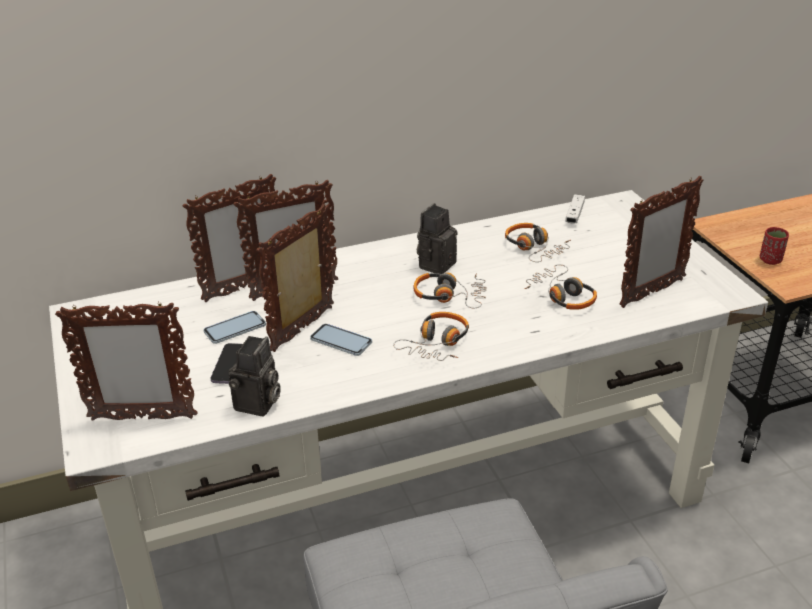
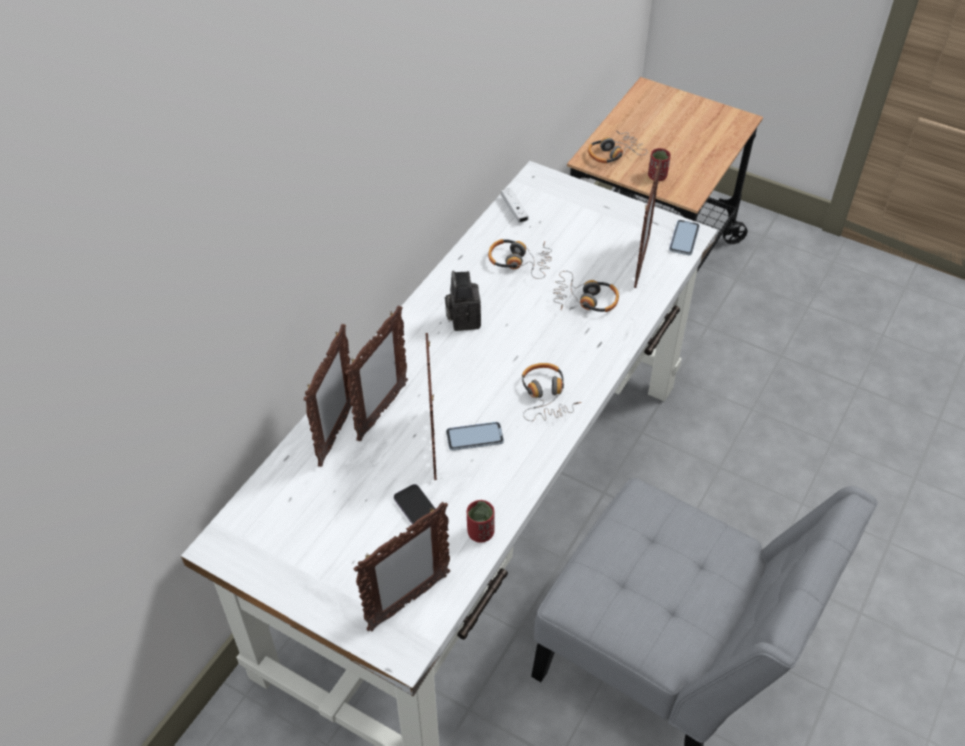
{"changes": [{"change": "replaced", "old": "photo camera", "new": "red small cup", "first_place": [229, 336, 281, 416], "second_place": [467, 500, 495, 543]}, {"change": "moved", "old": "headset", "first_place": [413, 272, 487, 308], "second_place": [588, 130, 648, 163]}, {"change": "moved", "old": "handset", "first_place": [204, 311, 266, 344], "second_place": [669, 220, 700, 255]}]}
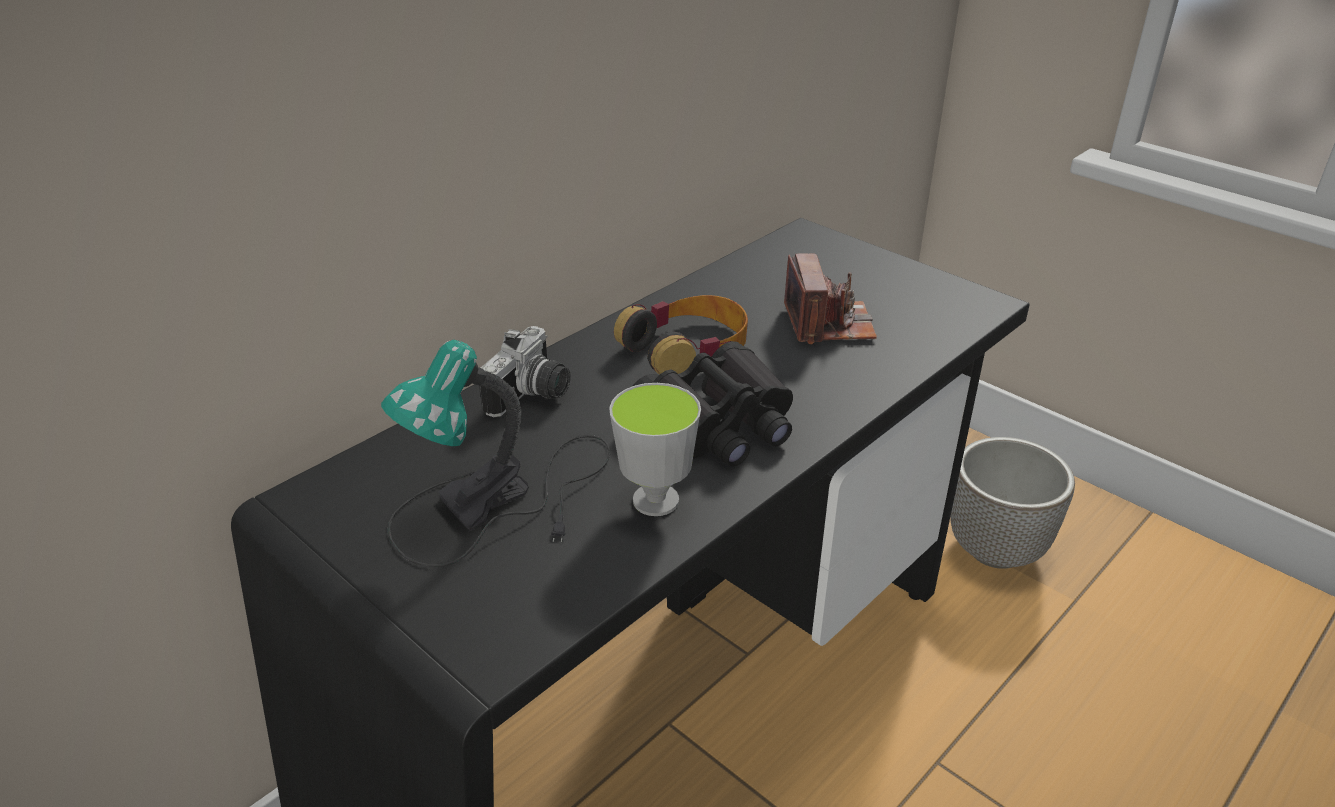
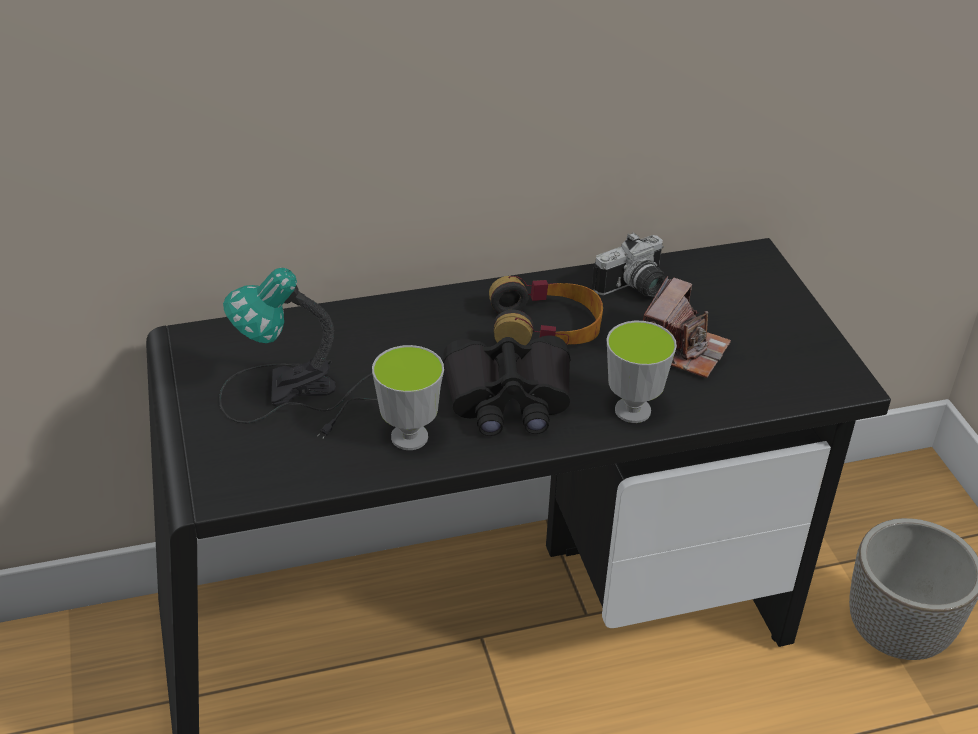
{"changes": [{"change": "moved", "old": "photo camera", "first_place": [479, 326, 571, 417], "second_place": [592, 232, 666, 297]}, {"change": "added", "new": "small cup", "second_place": [607, 321, 677, 423]}]}
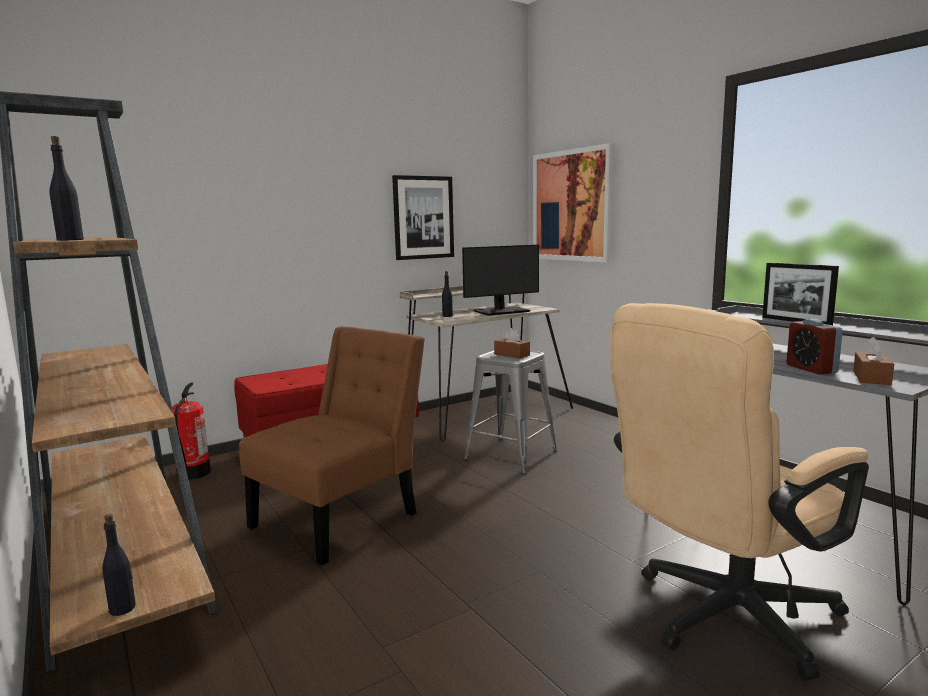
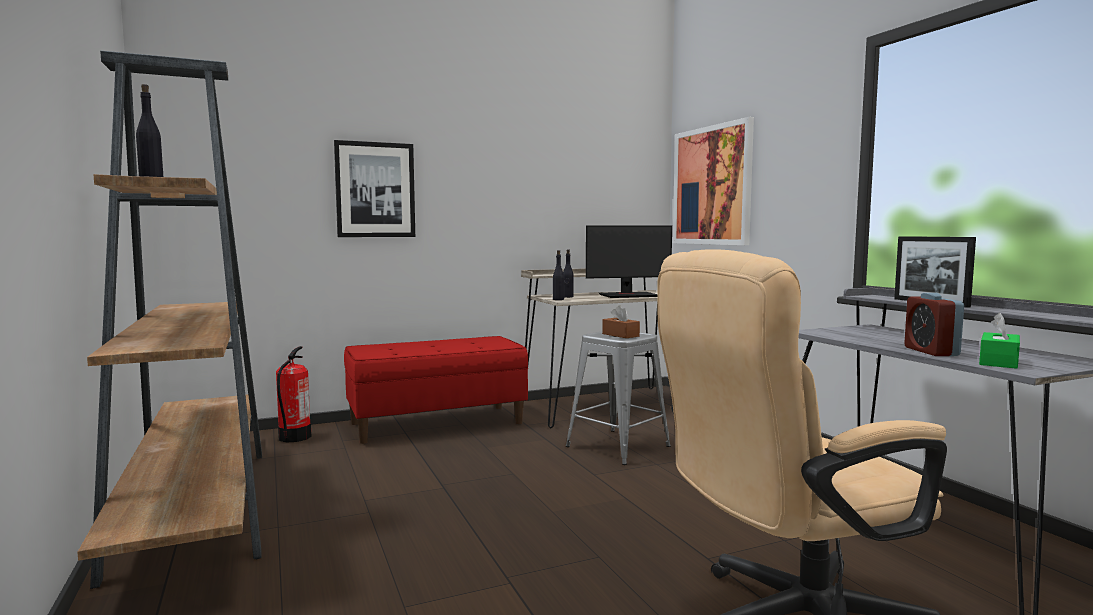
{"changes": [{"change": "moved", "old": "wall art", "first_place": [392, 175, 454, 260], "second_place": [334, 140, 415, 237]}, {"change": "moved", "old": "black-coloured beverage bottle", "first_place": [102, 514, 136, 616], "second_place": [553, 250, 565, 300]}, {"change": "recoloured", "old": "brown-coloured box of tissues", "new": "green-coloured box of tissues", "first_place": [853, 337, 894, 385], "second_place": [979, 313, 1020, 369]}, {"change": "removed", "old": "brown-coloured plain chair", "first_place": [239, 326, 425, 565]}]}
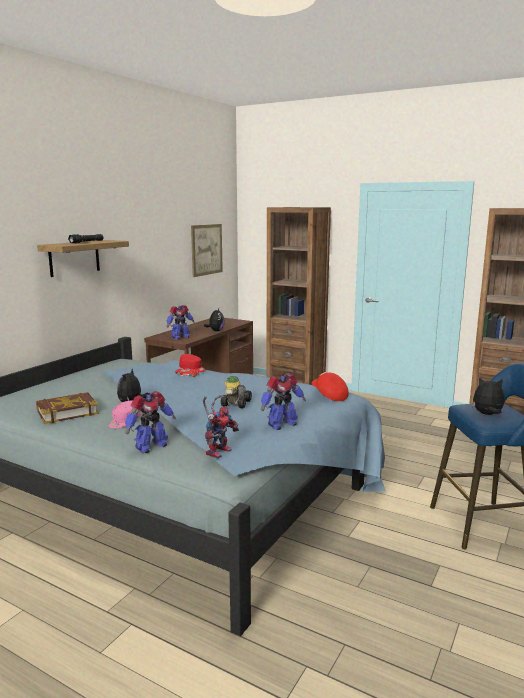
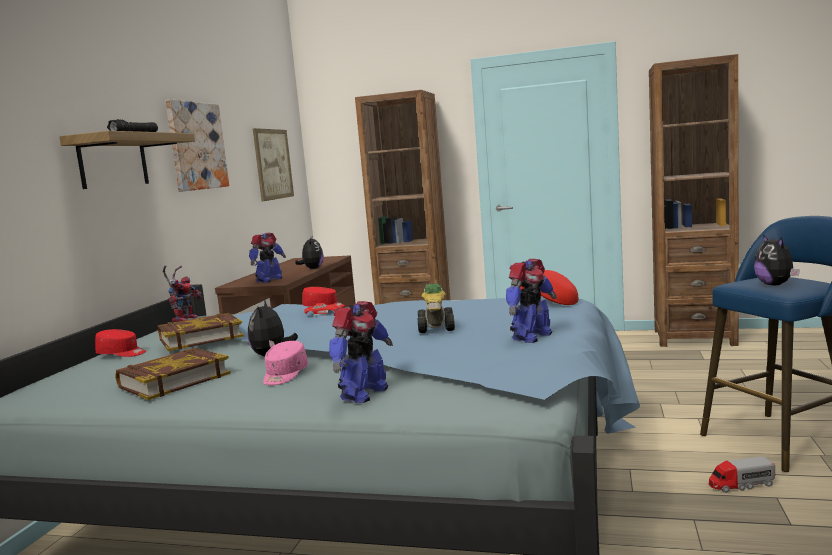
{"changes": [{"change": "added", "new": "red baseball cap", "second_place": [95, 329, 146, 357]}, {"change": "added", "new": "book", "second_place": [158, 313, 244, 351]}, {"change": "moved", "old": "toy robot", "first_place": [203, 395, 239, 459], "second_place": [163, 265, 203, 322]}, {"change": "added", "new": "wall art", "second_place": [165, 99, 229, 192]}, {"change": "added", "new": "toy lorry", "second_place": [709, 456, 775, 493]}, {"change": "turned", "old": "soft toy", "first_place": [472, 377, 504, 415], "second_place": [754, 234, 799, 285], "degrees": -90}]}
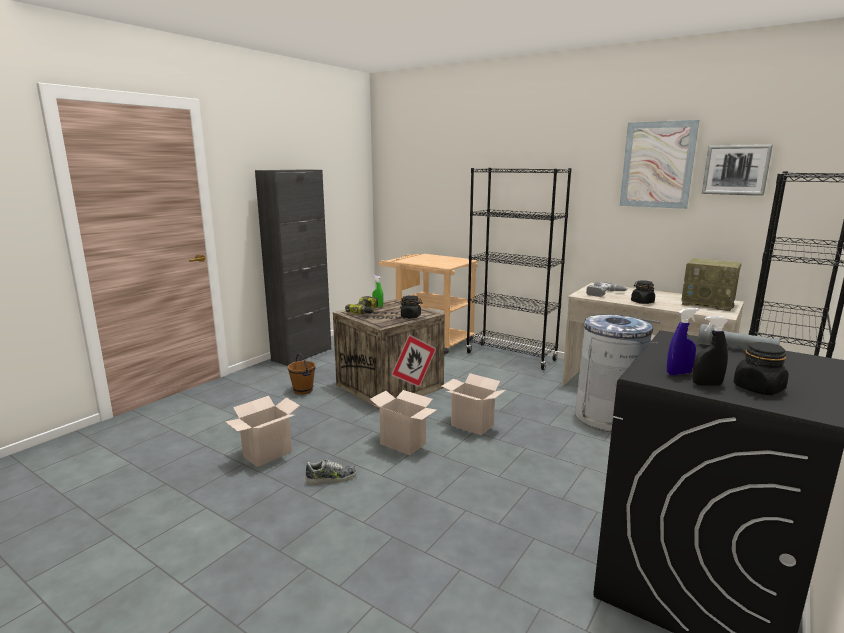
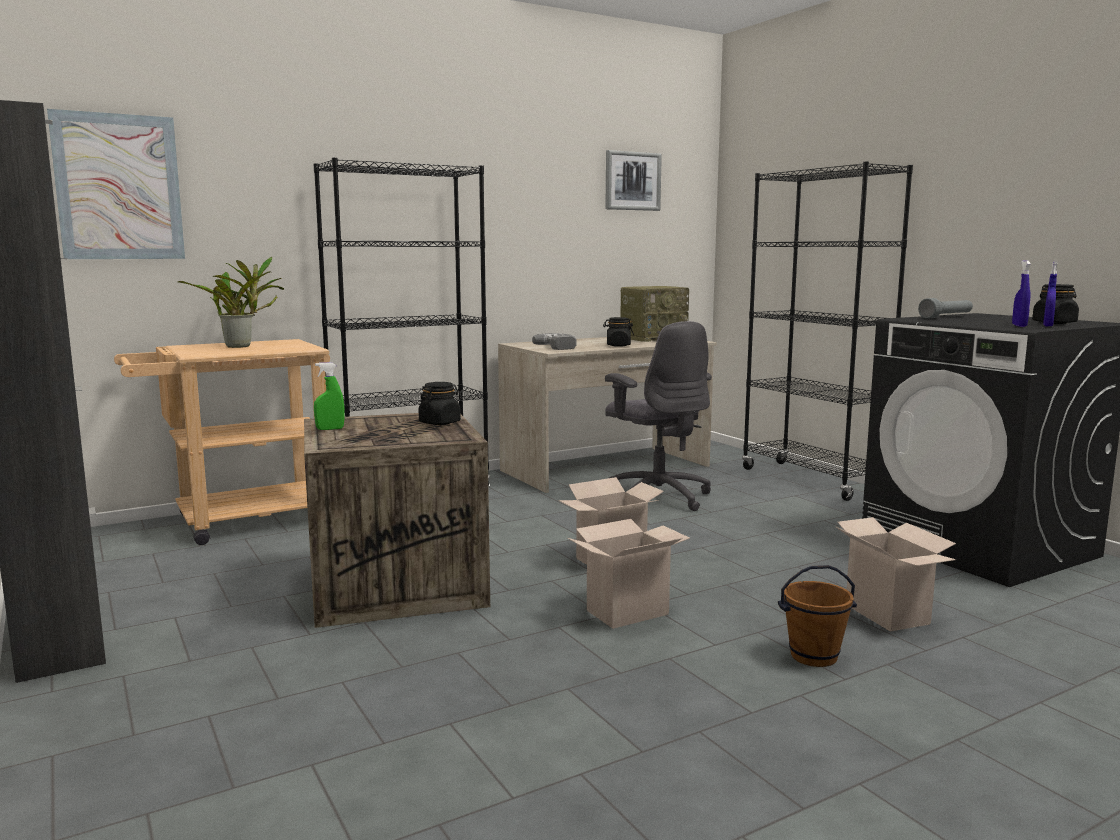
{"changes": [{"change": "moved", "old": "wall art", "first_place": [620, 120, 699, 209], "second_place": [47, 109, 185, 259]}, {"change": "added", "new": "potted plant", "second_place": [177, 257, 284, 348]}, {"change": "replaced", "old": "greyish rubbish bin", "new": "greyish computer chair", "first_place": [575, 315, 653, 432], "second_place": [605, 321, 712, 511]}, {"change": "moved", "old": "brown-coloured bucket", "first_place": [288, 353, 316, 395], "second_place": [778, 565, 857, 667]}, {"change": "moved", "old": "cardboard box", "first_place": [225, 396, 300, 467], "second_place": [835, 517, 956, 632]}, {"change": "recoloured", "old": "black-coloured spray bottle", "new": "blue-coloured spray bottle", "first_place": [693, 316, 729, 386], "second_place": [1043, 260, 1058, 326]}, {"change": "removed", "old": "low shoe", "first_place": [305, 459, 357, 485]}, {"change": "removed", "old": "drill", "first_place": [345, 296, 378, 314]}]}
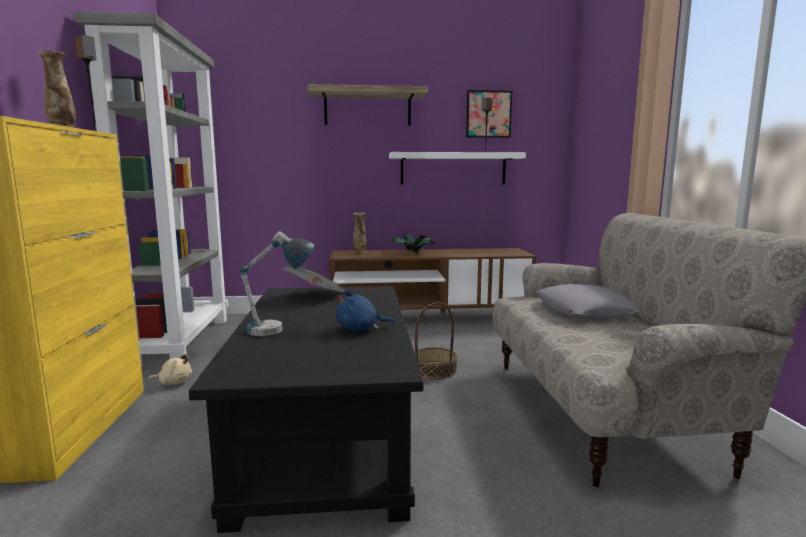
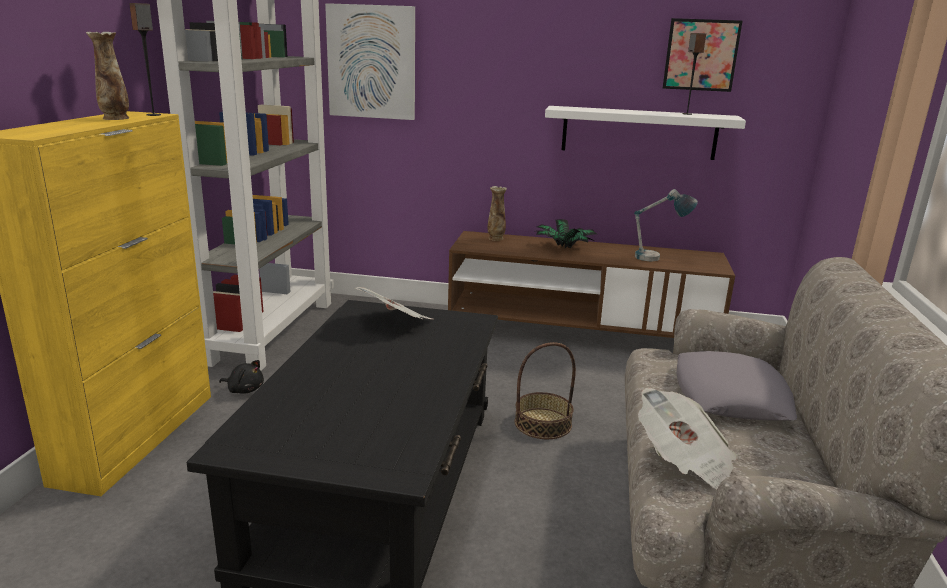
{"changes": [{"change": "recoloured", "old": "sand-coloured soft toy", "new": "black-coloured soft toy", "first_place": [148, 353, 192, 385], "second_place": [219, 360, 264, 394]}, {"change": "added", "new": "wall art", "second_place": [325, 3, 415, 120]}, {"change": "moved", "old": "tabletop lamp", "first_place": [239, 231, 314, 336], "second_place": [634, 189, 698, 261]}, {"change": "added", "new": "newspaper", "second_place": [638, 387, 737, 490]}, {"change": "removed", "old": "shelf", "first_place": [308, 84, 428, 126]}, {"change": "removed", "old": "blue-coloured soft toy", "first_place": [336, 290, 395, 331]}]}
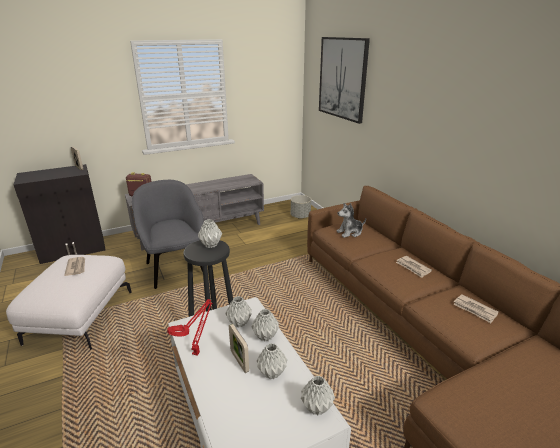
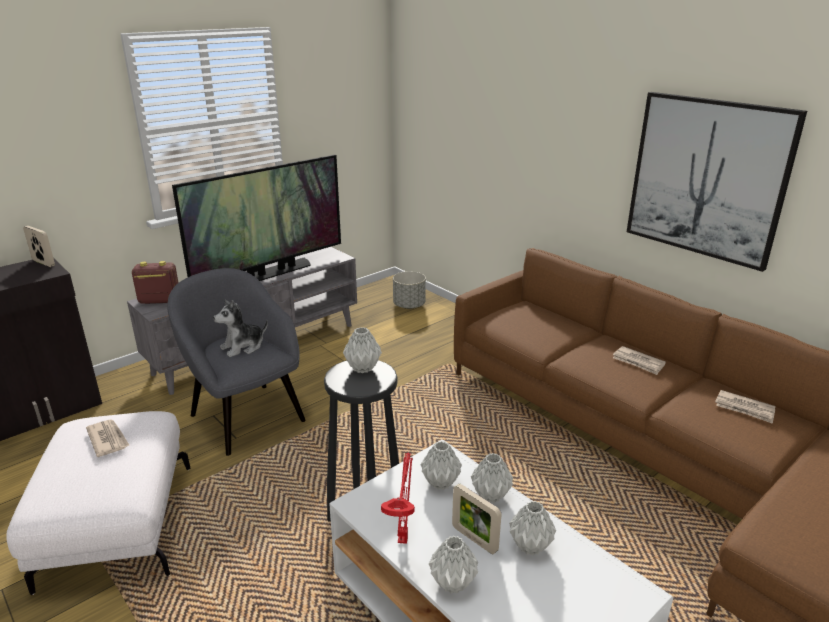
{"changes": [{"change": "added", "new": "TV set", "second_place": [172, 155, 341, 281]}, {"change": "moved", "old": "soft toy", "first_place": [336, 203, 366, 238], "second_place": [213, 299, 268, 357]}, {"change": "moved", "old": "greyish flower vase", "first_place": [301, 375, 335, 415], "second_place": [429, 536, 478, 593]}, {"change": "moved", "old": "wall art", "first_place": [319, 37, 370, 124], "second_place": [627, 92, 807, 272]}]}
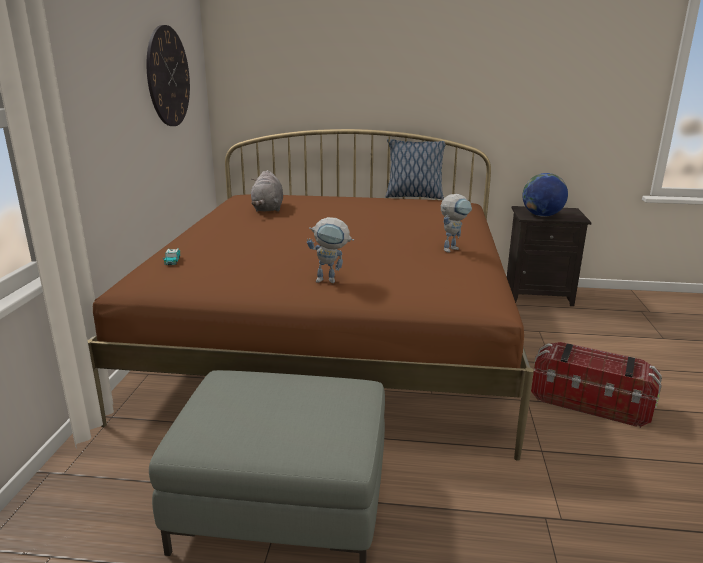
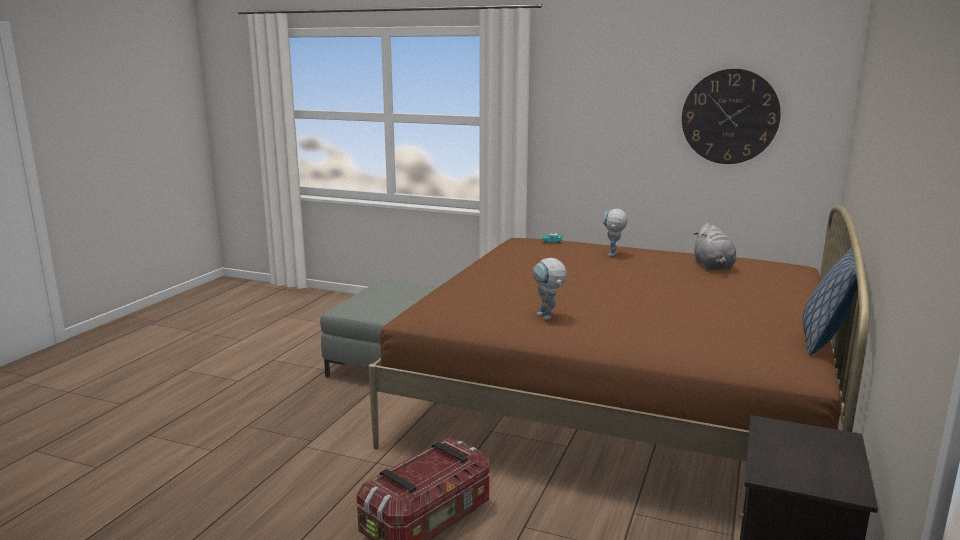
{"changes": [{"change": "moved", "old": "toy robot", "first_place": [307, 217, 354, 283], "second_place": [602, 209, 627, 256]}, {"change": "turned", "old": "greyish soft toy", "first_place": [251, 170, 283, 212], "second_place": [693, 223, 736, 270], "degrees": -105}, {"change": "removed", "old": "desk globe", "first_place": [522, 173, 568, 217]}]}
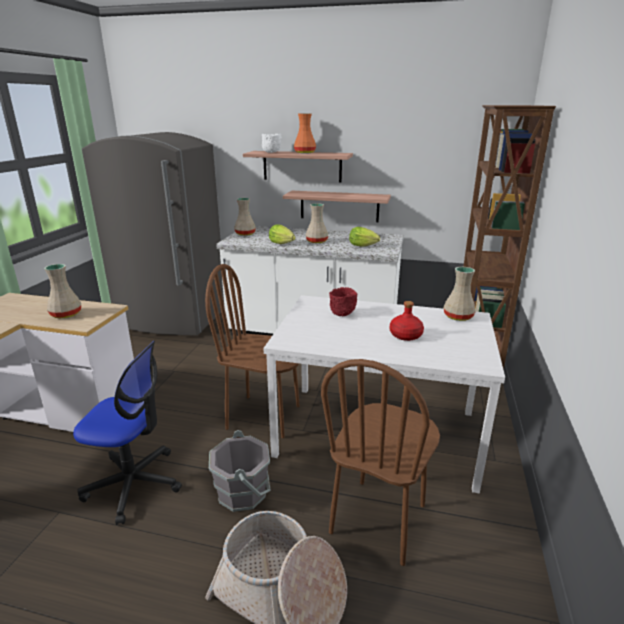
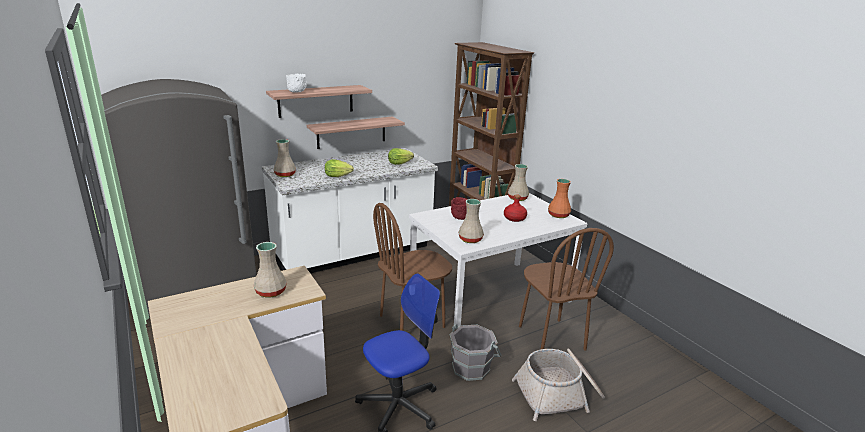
{"changes": [{"change": "moved", "old": "sand-coloured flower vase", "first_place": [306, 203, 328, 243], "second_place": [458, 199, 484, 243]}, {"change": "moved", "old": "orangey flower vase", "first_place": [294, 113, 316, 154], "second_place": [548, 179, 571, 218]}]}
